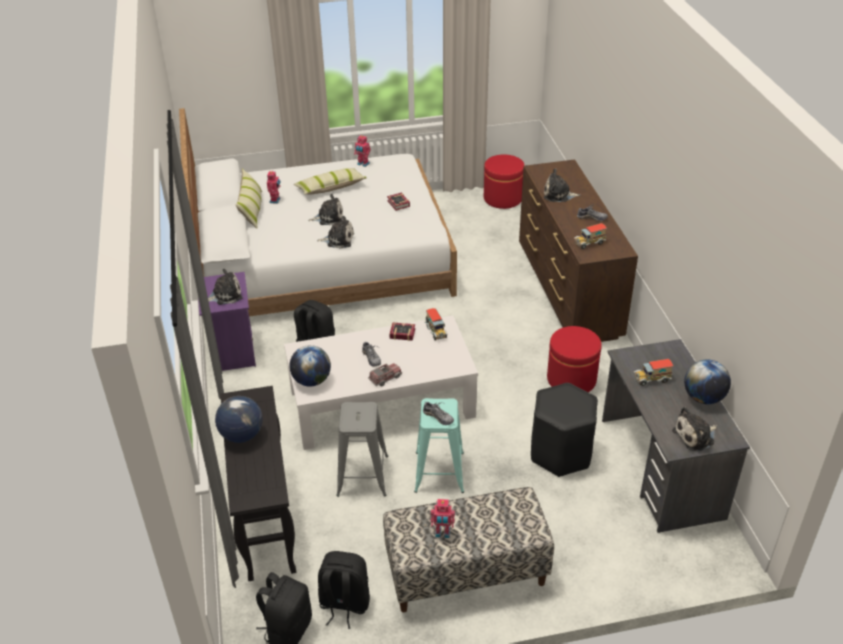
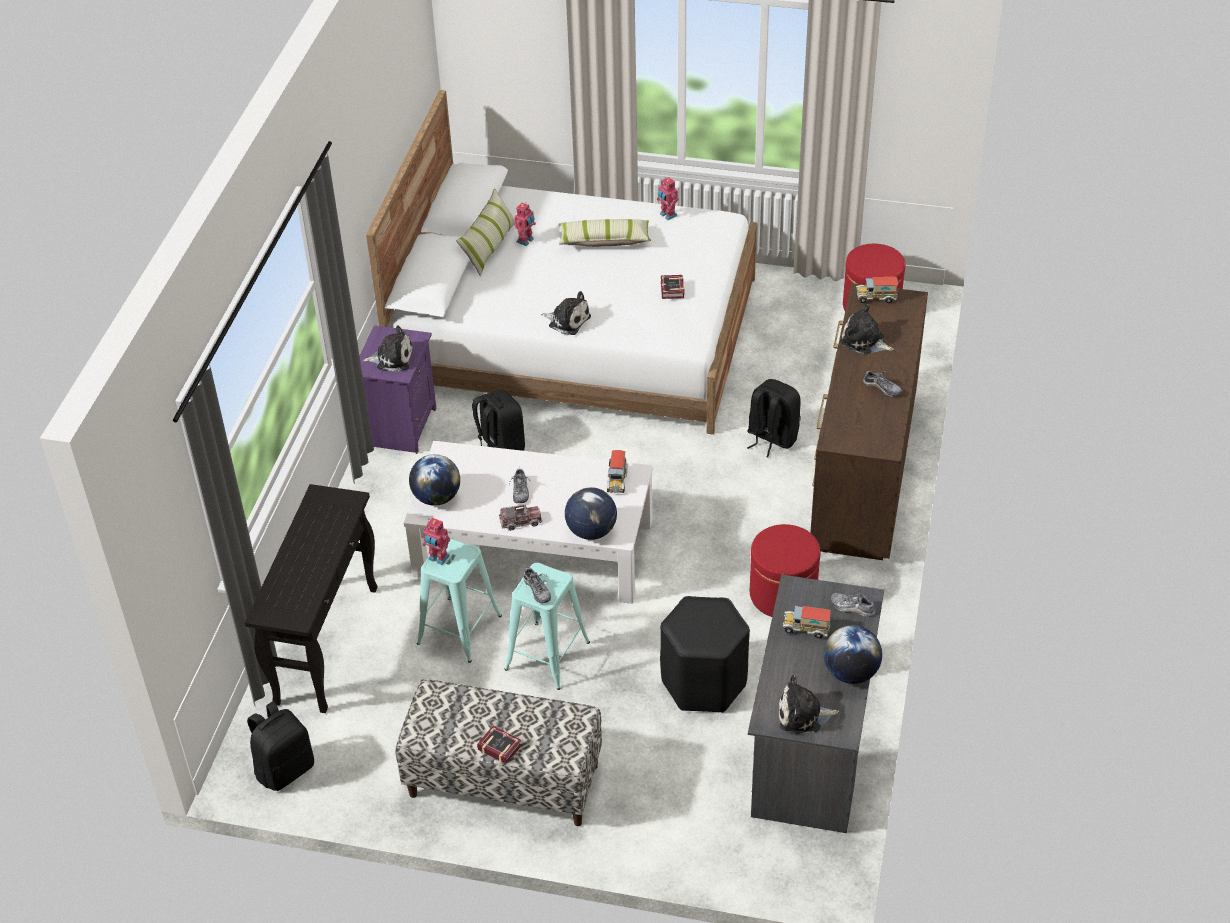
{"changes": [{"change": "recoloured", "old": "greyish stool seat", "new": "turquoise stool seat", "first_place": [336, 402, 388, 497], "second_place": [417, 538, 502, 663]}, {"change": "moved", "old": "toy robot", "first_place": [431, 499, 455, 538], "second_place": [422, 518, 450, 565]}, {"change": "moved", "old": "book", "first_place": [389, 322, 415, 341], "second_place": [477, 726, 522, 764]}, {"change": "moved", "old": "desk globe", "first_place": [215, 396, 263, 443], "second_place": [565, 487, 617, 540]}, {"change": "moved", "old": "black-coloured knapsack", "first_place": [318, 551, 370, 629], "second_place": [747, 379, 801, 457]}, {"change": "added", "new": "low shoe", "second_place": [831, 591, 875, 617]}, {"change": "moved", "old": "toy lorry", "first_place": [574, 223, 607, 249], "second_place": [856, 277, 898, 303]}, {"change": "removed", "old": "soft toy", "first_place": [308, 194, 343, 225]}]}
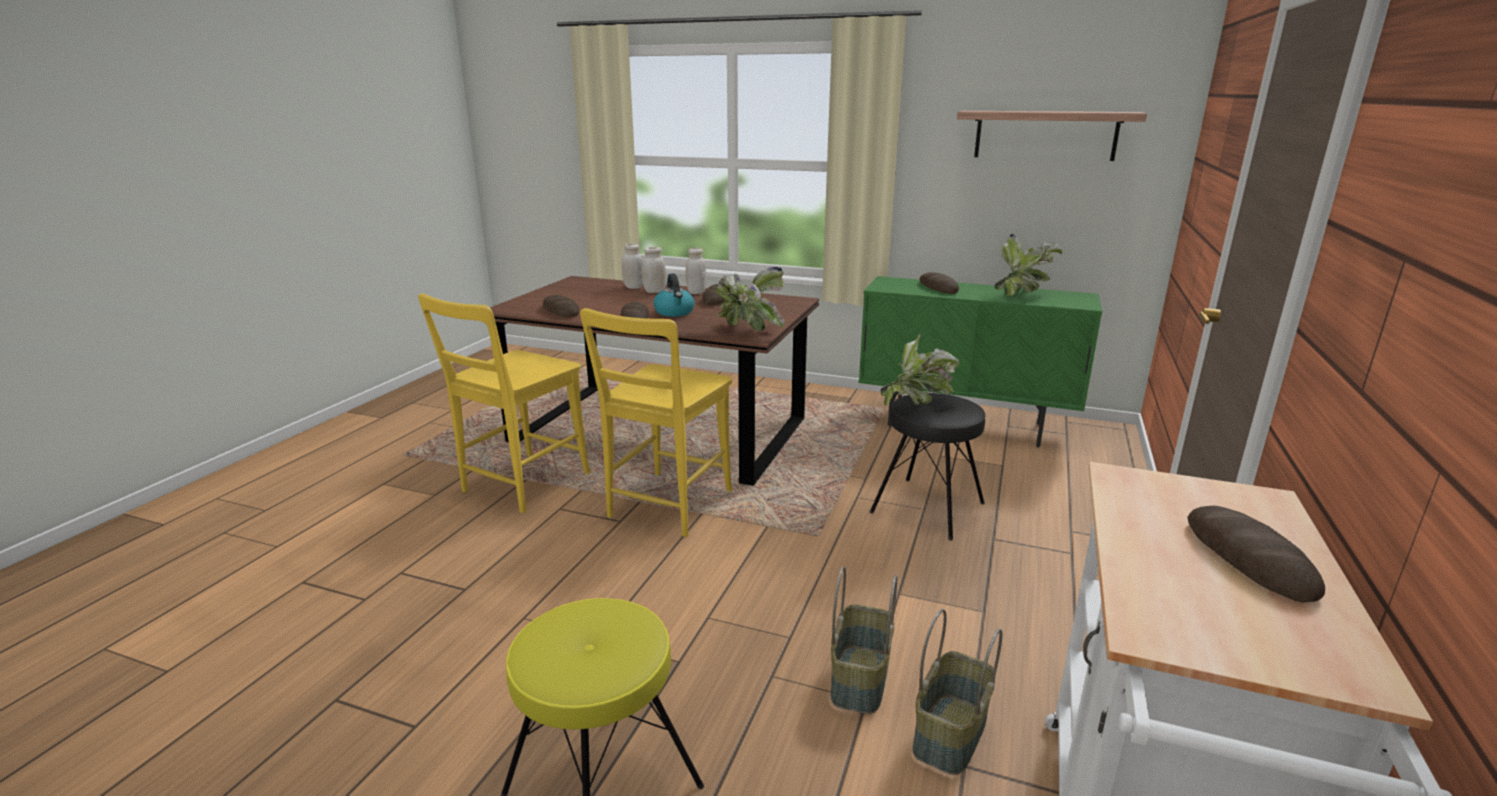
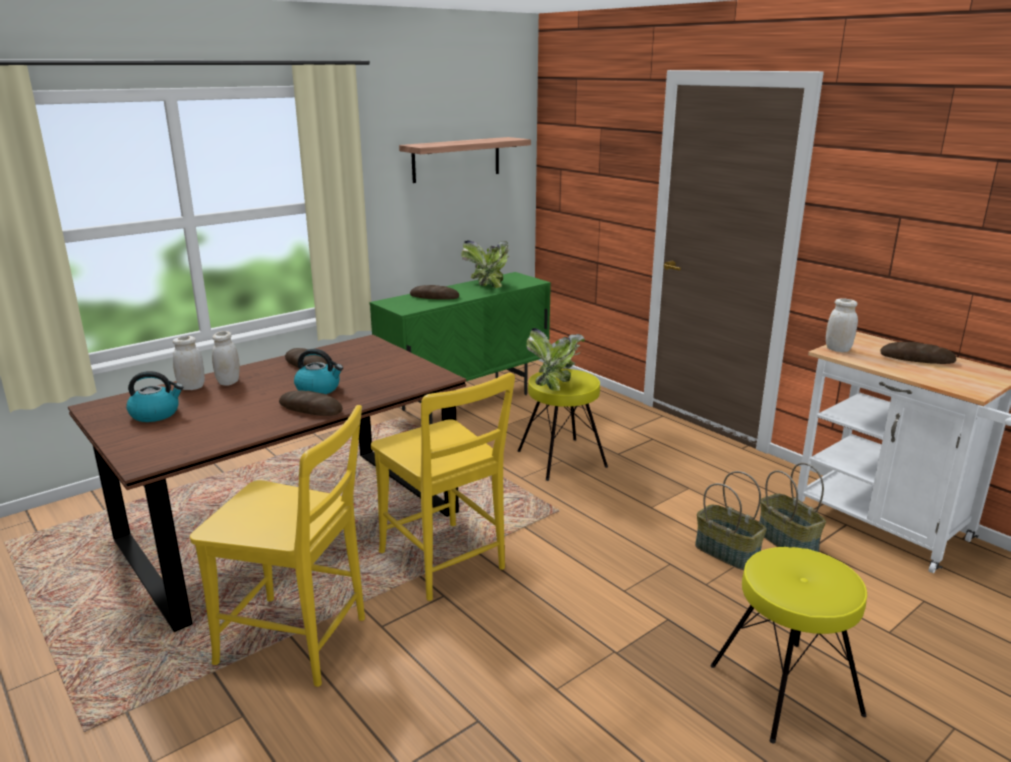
{"changes": [{"change": "added", "new": "kettle", "second_place": [126, 371, 184, 422]}, {"change": "turned", "old": "yellow-coloured plain chair", "first_place": [418, 293, 591, 513], "second_place": [190, 405, 365, 687], "degrees": -45}, {"change": "recoloured", "old": "black-coloured stool seat", "new": "yellow-coloured stool seat", "first_place": [870, 393, 985, 541], "second_place": [517, 369, 608, 481]}, {"change": "moved", "old": "white preserve jar", "first_place": [686, 248, 706, 294], "second_place": [826, 298, 858, 352]}, {"change": "removed", "old": "bakery bread", "first_place": [543, 295, 580, 317]}, {"change": "removed", "old": "potted plant", "first_place": [715, 267, 785, 331]}]}
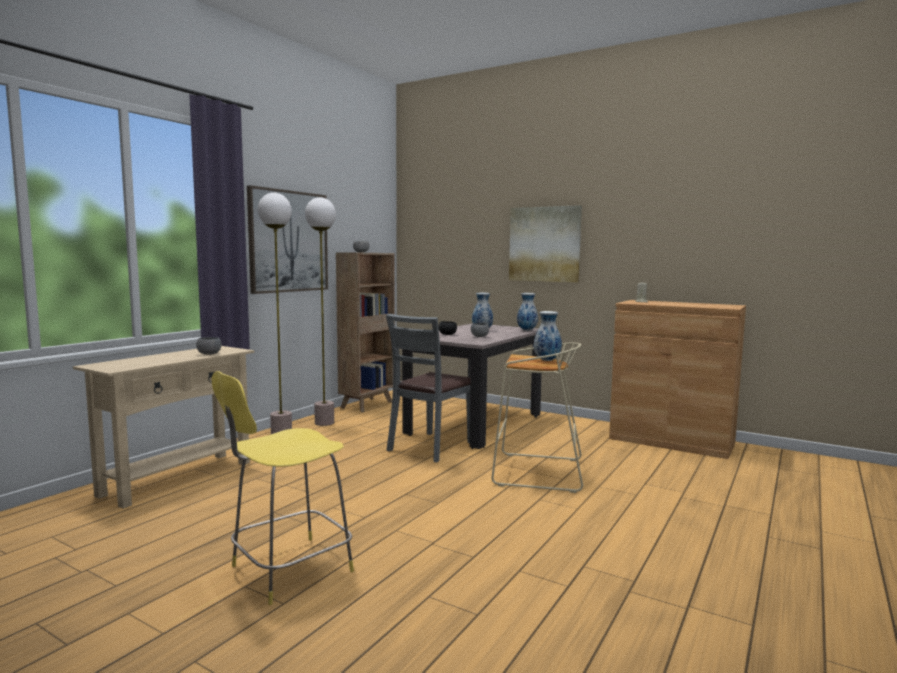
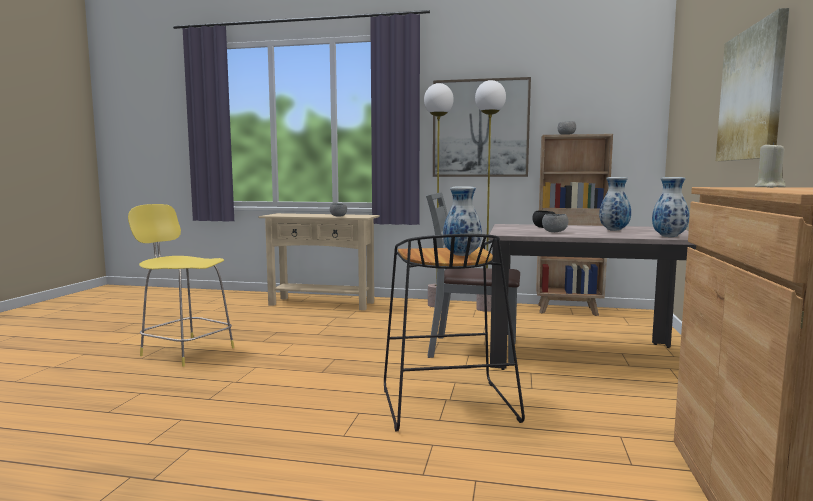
{"changes": [{"change": "recoloured", "old": "sand-coloured stool seat", "new": "black-coloured stool seat", "first_place": [492, 343, 583, 493], "second_place": [384, 234, 525, 431]}]}
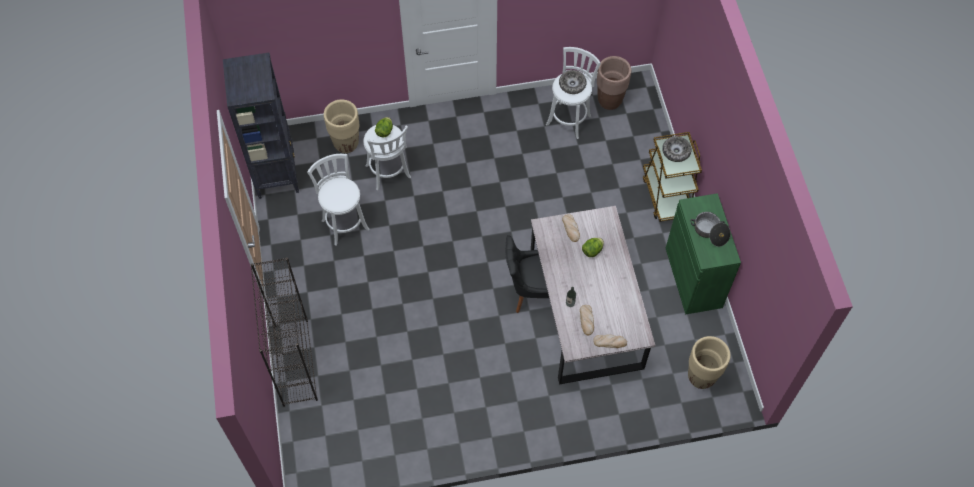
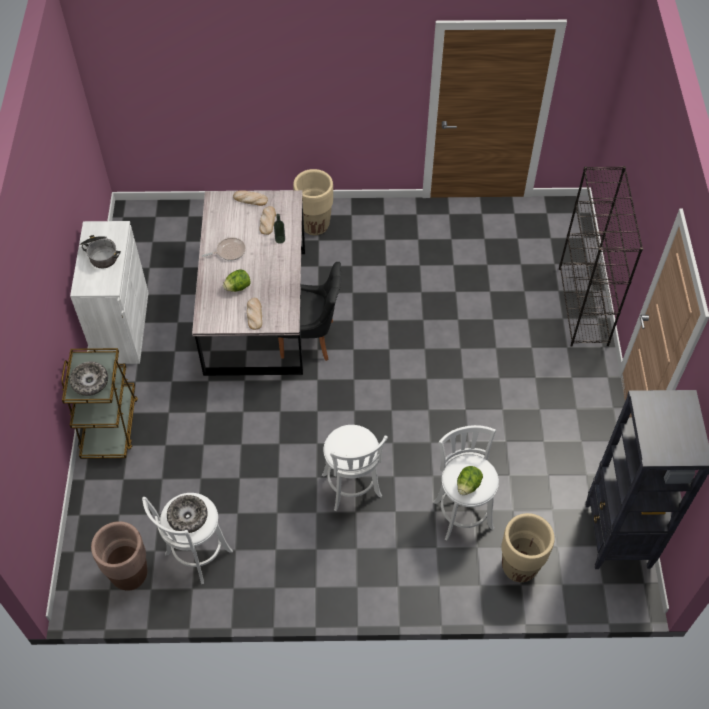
{"changes": [{"change": "recoloured", "old": "green-coloured cupboard", "new": "white cupboard", "first_place": [666, 193, 741, 314], "second_place": [70, 221, 149, 364]}, {"change": "added", "new": "pan", "second_place": [202, 237, 246, 261]}, {"change": "moved", "old": "sand-coloured plant pot", "first_place": [688, 336, 731, 389], "second_place": [293, 169, 333, 235]}, {"change": "moved", "old": "white stool seat", "first_place": [307, 154, 369, 246], "second_place": [321, 425, 388, 511]}]}
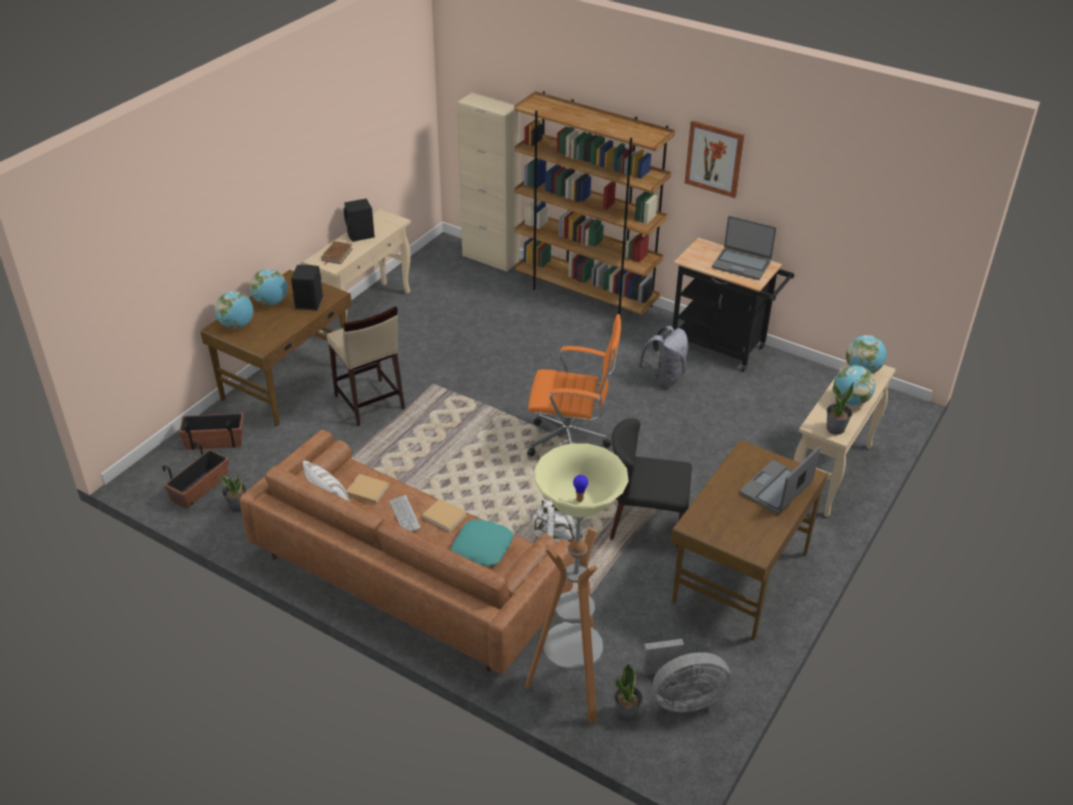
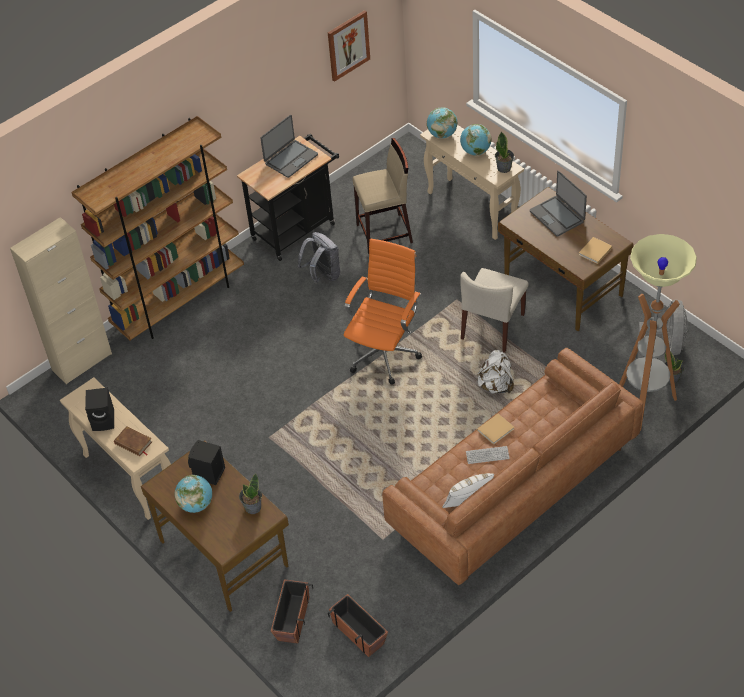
{"changes": [{"change": "moved", "old": "potted plant", "first_place": [220, 472, 247, 512], "second_place": [239, 473, 262, 514]}, {"change": "moved", "old": "wall art", "first_place": [685, 120, 745, 198], "second_place": [328, 10, 370, 82]}, {"change": "moved", "old": "sand-coloured stool seat", "first_place": [327, 306, 405, 426], "second_place": [352, 138, 413, 254]}, {"change": "recoloured", "old": "black-coloured plain chair", "new": "sand-coloured plain chair", "first_place": [610, 418, 692, 547], "second_place": [460, 268, 529, 353]}, {"change": "moved", "old": "sand-coloured book", "first_place": [346, 474, 389, 504], "second_place": [579, 237, 612, 264]}, {"change": "removed", "old": "desk globe", "first_place": [215, 291, 253, 329]}, {"change": "removed", "old": "turquoise cushion", "first_place": [451, 520, 514, 566]}]}
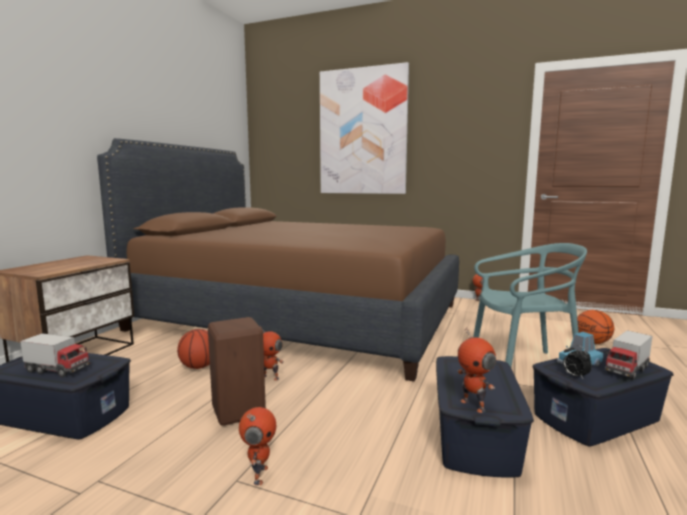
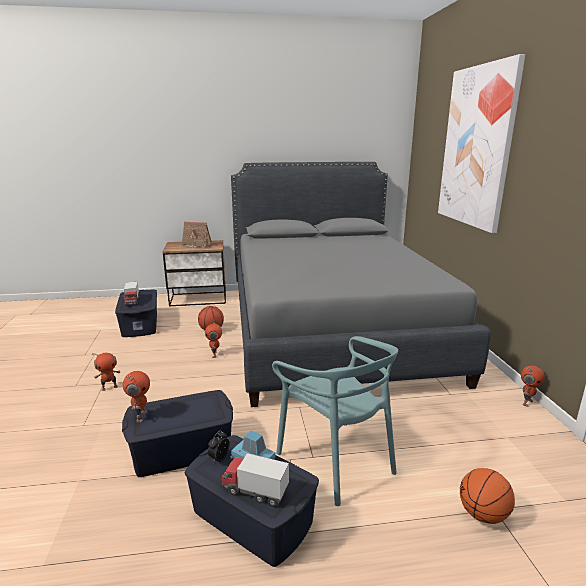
{"changes": [{"change": "turned", "old": "toy robot", "first_place": [458, 328, 496, 413], "second_place": [123, 371, 150, 423], "degrees": 150}, {"change": "added", "new": "toy house", "second_place": [182, 222, 214, 248]}, {"change": "recoloured", "old": "brown-coloured bed", "new": "greyish bed", "first_place": [97, 138, 459, 382], "second_place": [231, 162, 491, 407]}, {"change": "removed", "old": "brown-coloured stool seat", "first_place": [208, 317, 266, 426]}]}
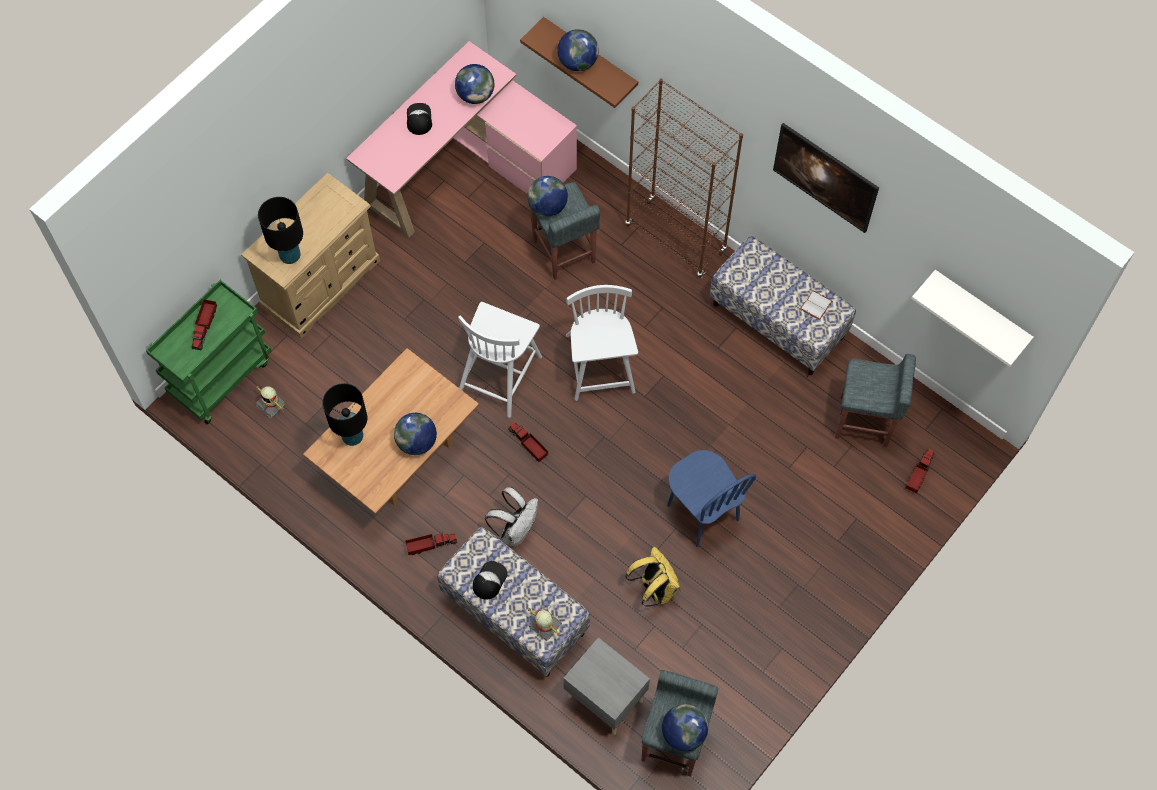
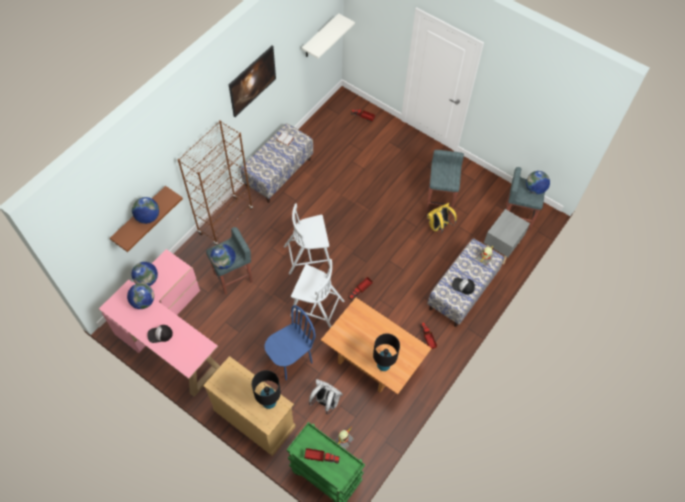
{"changes": [{"change": "moved", "old": "desk globe", "first_place": [394, 413, 437, 455], "second_place": [132, 262, 158, 286]}, {"change": "moved", "old": "blue-coloured plain chair", "first_place": [667, 450, 756, 547], "second_place": [264, 305, 316, 380]}, {"change": "moved", "old": "white knapsack", "first_place": [485, 487, 538, 547], "second_place": [309, 379, 343, 414]}, {"change": "moved", "old": "greyish stool seat", "first_place": [835, 354, 916, 447], "second_place": [426, 150, 464, 213]}]}
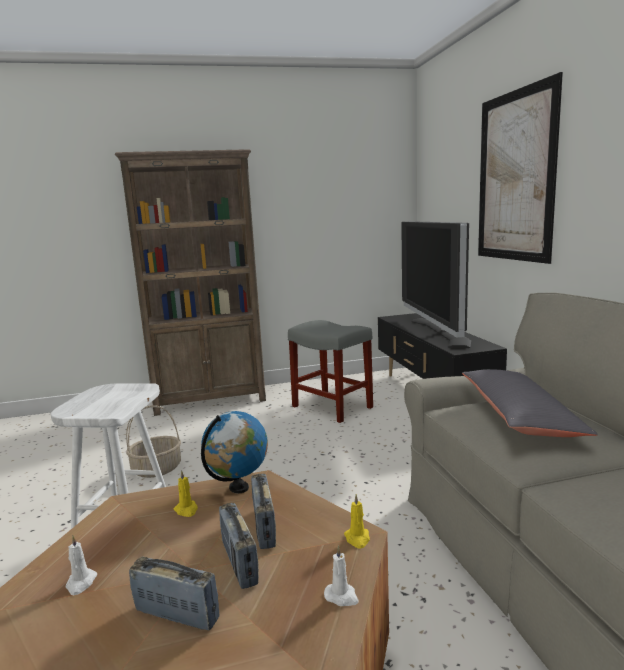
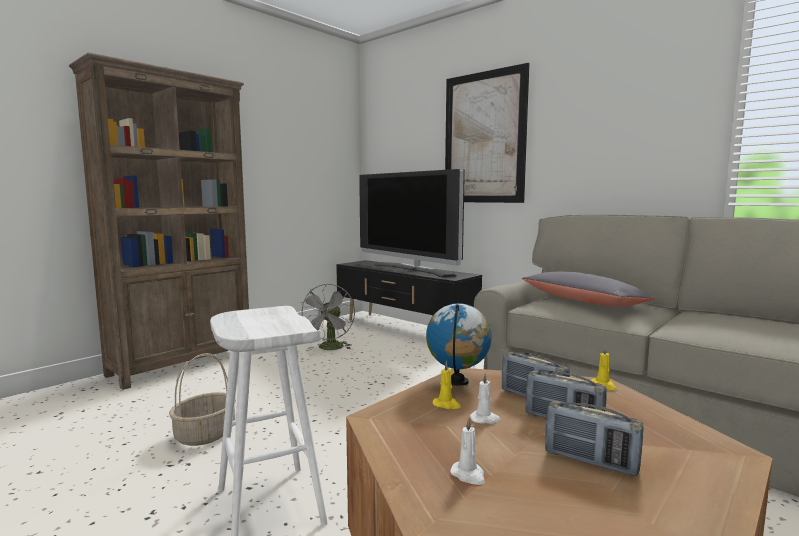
{"changes": [{"change": "replaced", "old": "greyish stool seat", "new": "greyish cooling fan", "first_place": [288, 320, 373, 423], "second_place": [300, 284, 355, 350]}, {"change": "moved", "old": "white candle", "first_place": [324, 545, 359, 606], "second_place": [470, 372, 500, 424]}, {"change": "turned", "old": "radio set", "first_place": [129, 556, 219, 631], "second_place": [545, 401, 644, 476], "degrees": -135}]}
